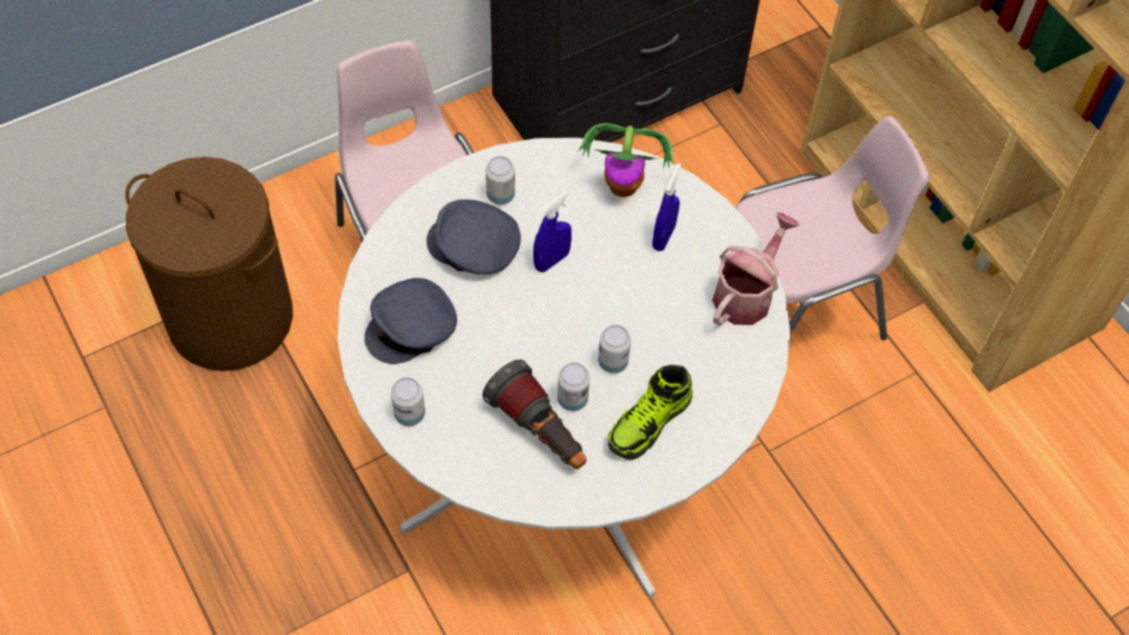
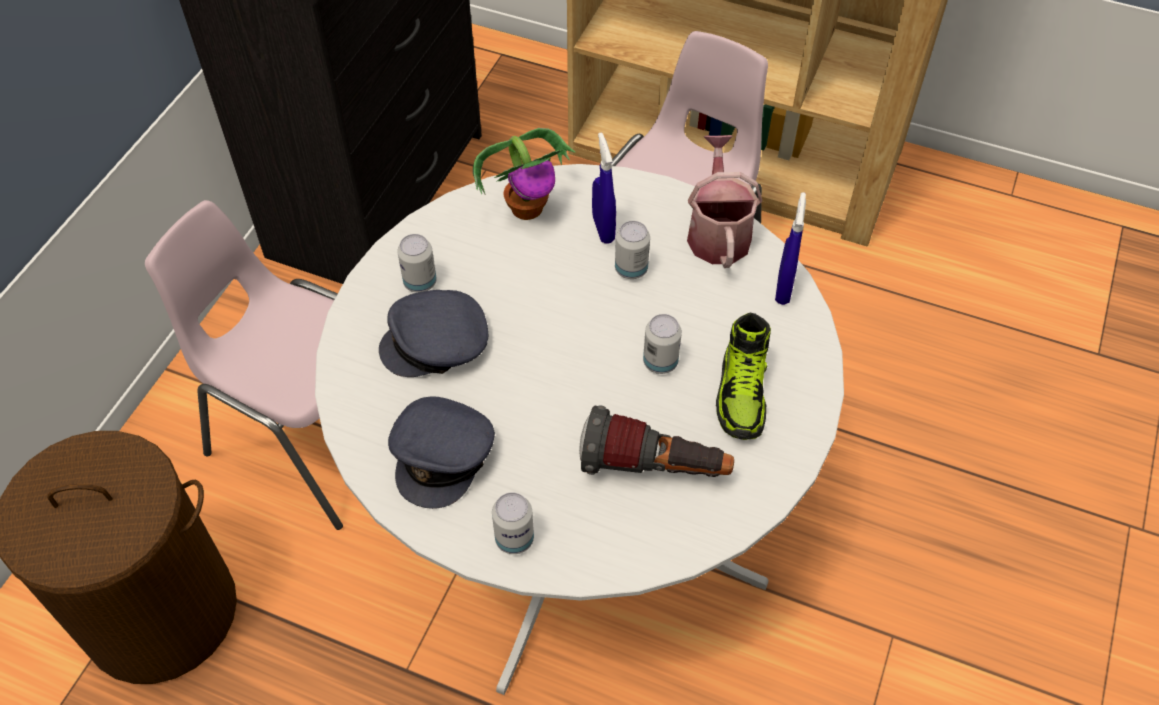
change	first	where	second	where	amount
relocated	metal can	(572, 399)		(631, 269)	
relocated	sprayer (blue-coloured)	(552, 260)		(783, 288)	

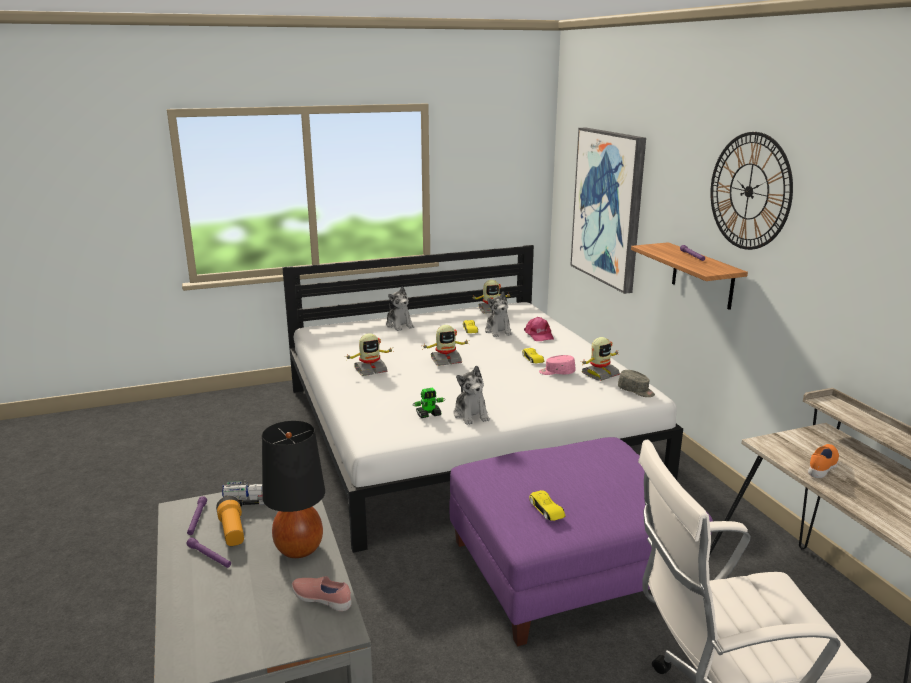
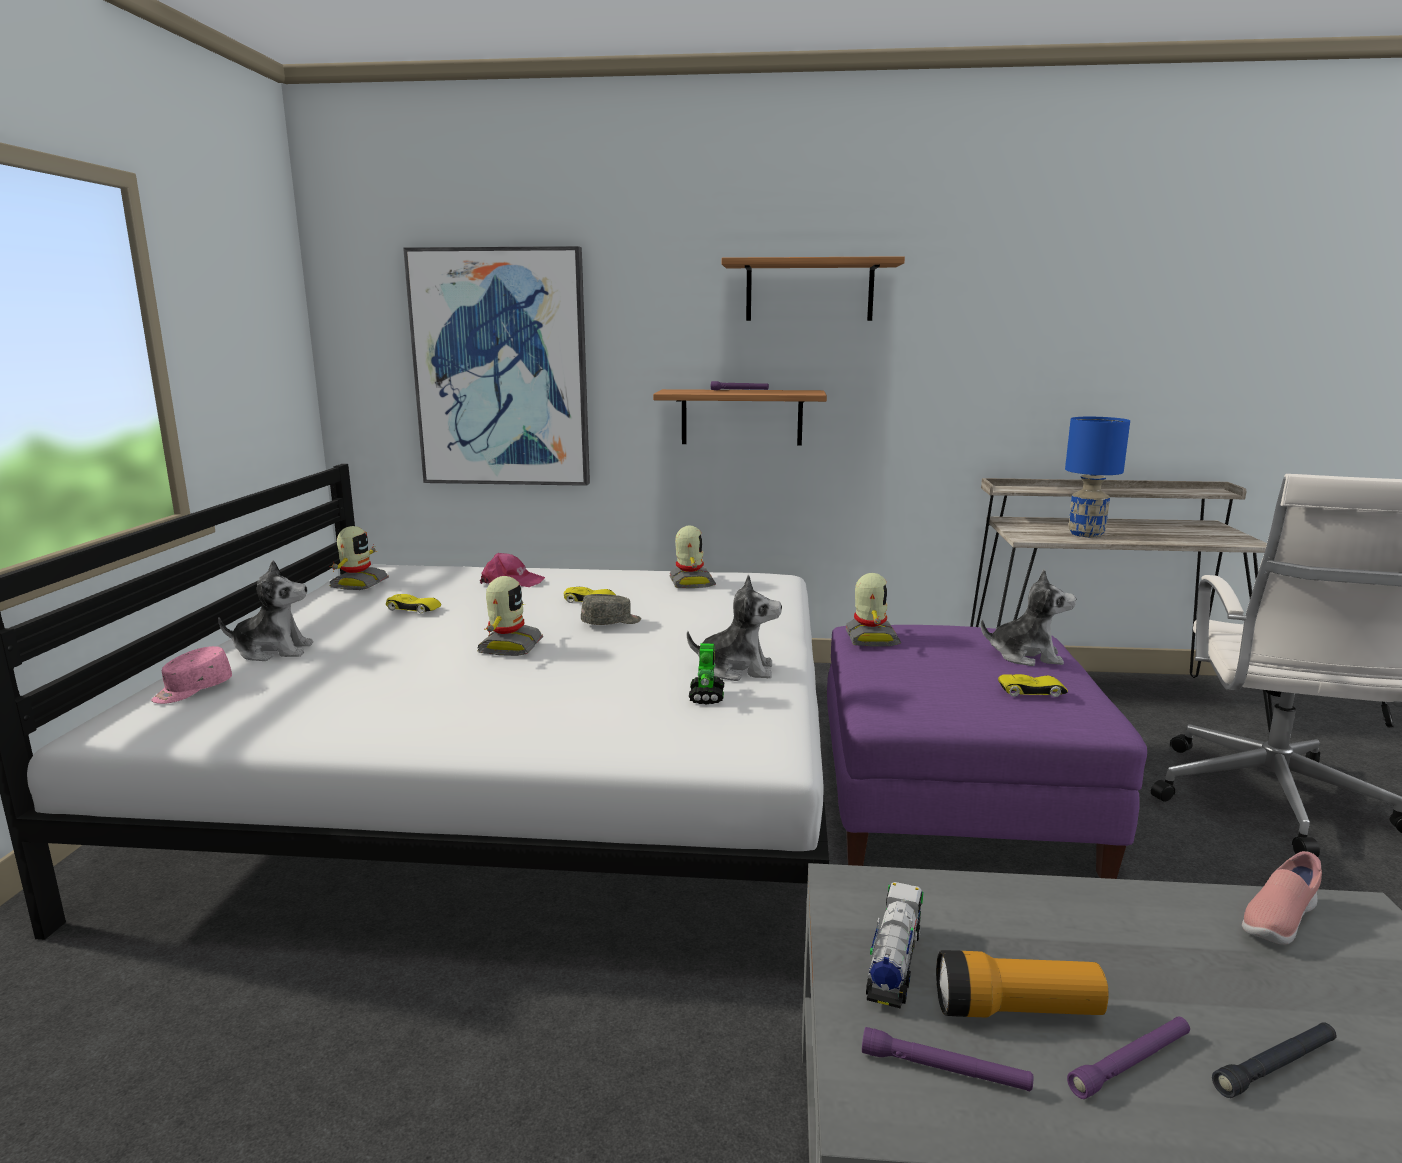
change	first	where	second	where	amount
relocated	peaked cap (pink)	(557, 372)		(192, 690)	
relocated	peaked cap (grey)	(636, 391)		(611, 622)	
exchanged	wall clock	(749, 191)	shelf	(809, 291)	
relocated	robot figure	(370, 370)		(870, 638)	
relocated	cuddly toy	(498, 331)		(1026, 656)	
exchanged	shoe (orange)	(822, 467)	lamp for a table (blue-coloured)	(1086, 534)	
appeared			torch (black)	(1275, 1066)	
missing	lamp for a table (black)	(300, 548)			

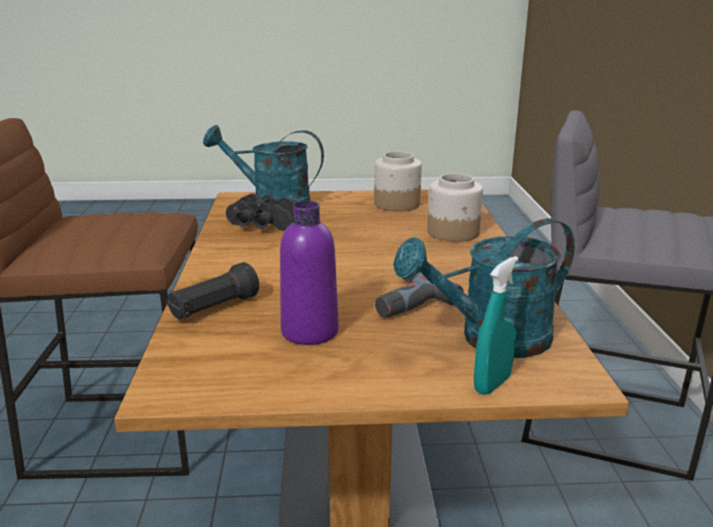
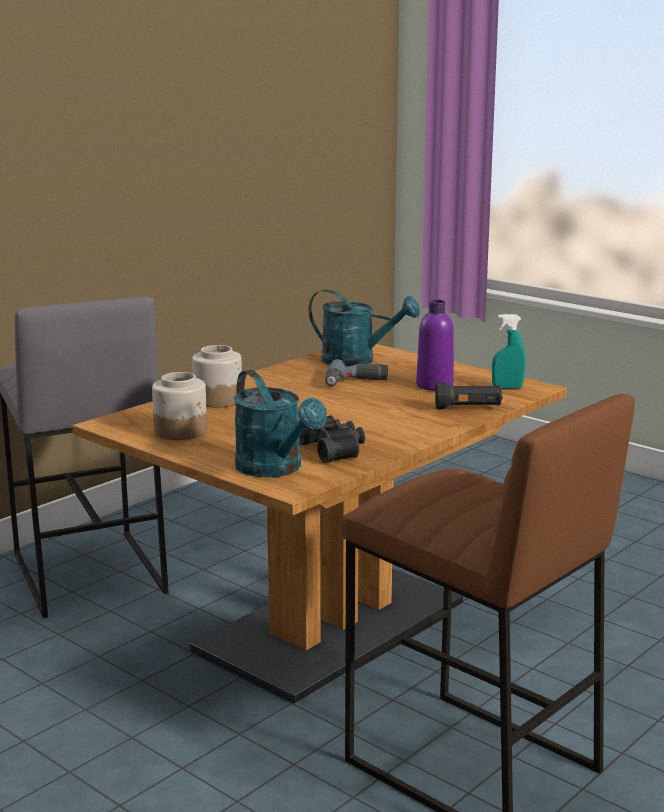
change	first	where	second	where	amount
relocated	sprayer (turquoise-coloured)	(492, 384)		(507, 387)	

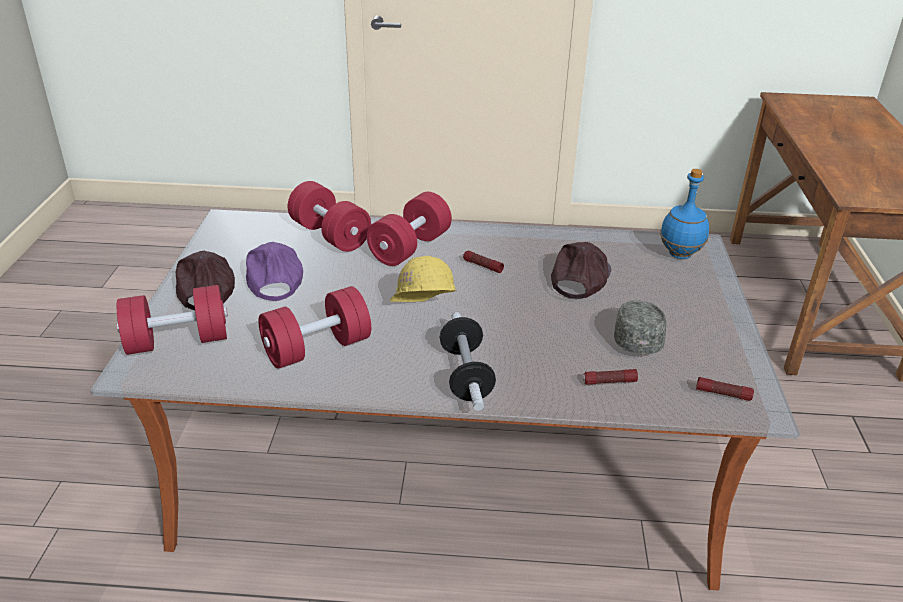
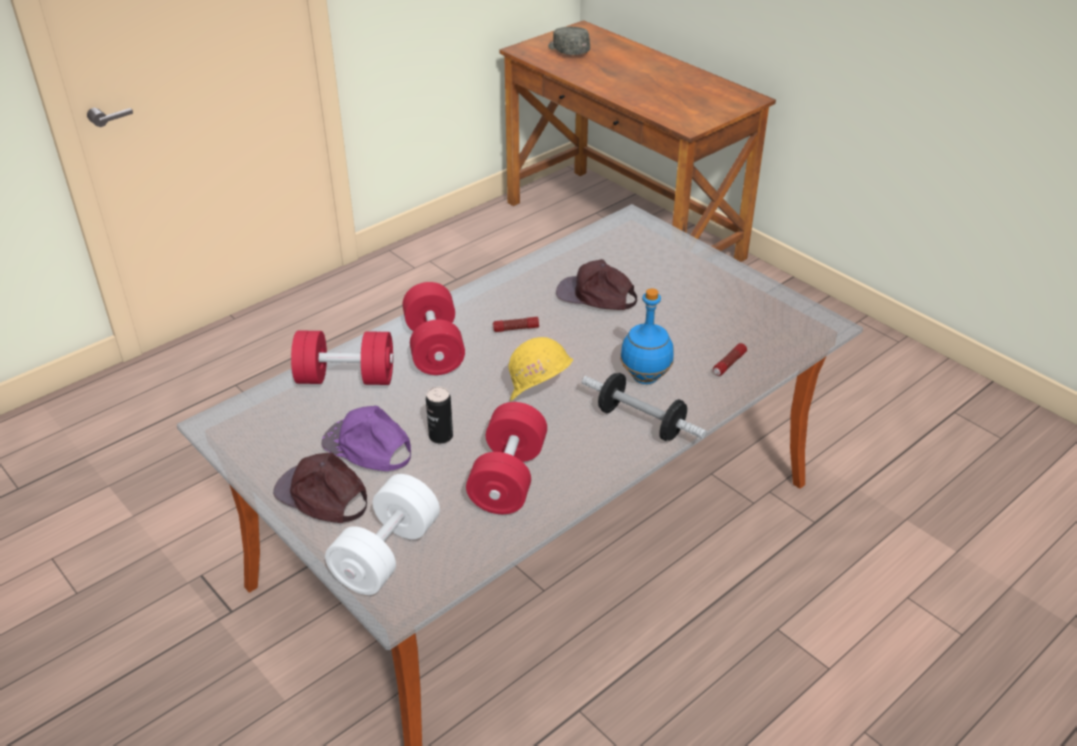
change	first	where	second	where	amount
colour	free weight (red-coloured)	(177, 341)	free weight (white-coloured)	(386, 554)	
appeared			metal can	(441, 436)	
relocated	peaked cap (grey)	(637, 337)		(567, 50)	
spun	peaked cap (brownish)	(579, 277)		(596, 296)	45 degrees counterclockwise
relocated	beverage bottle (blue-coloured)	(679, 254)		(644, 378)	
missing	torch	(723, 394)			

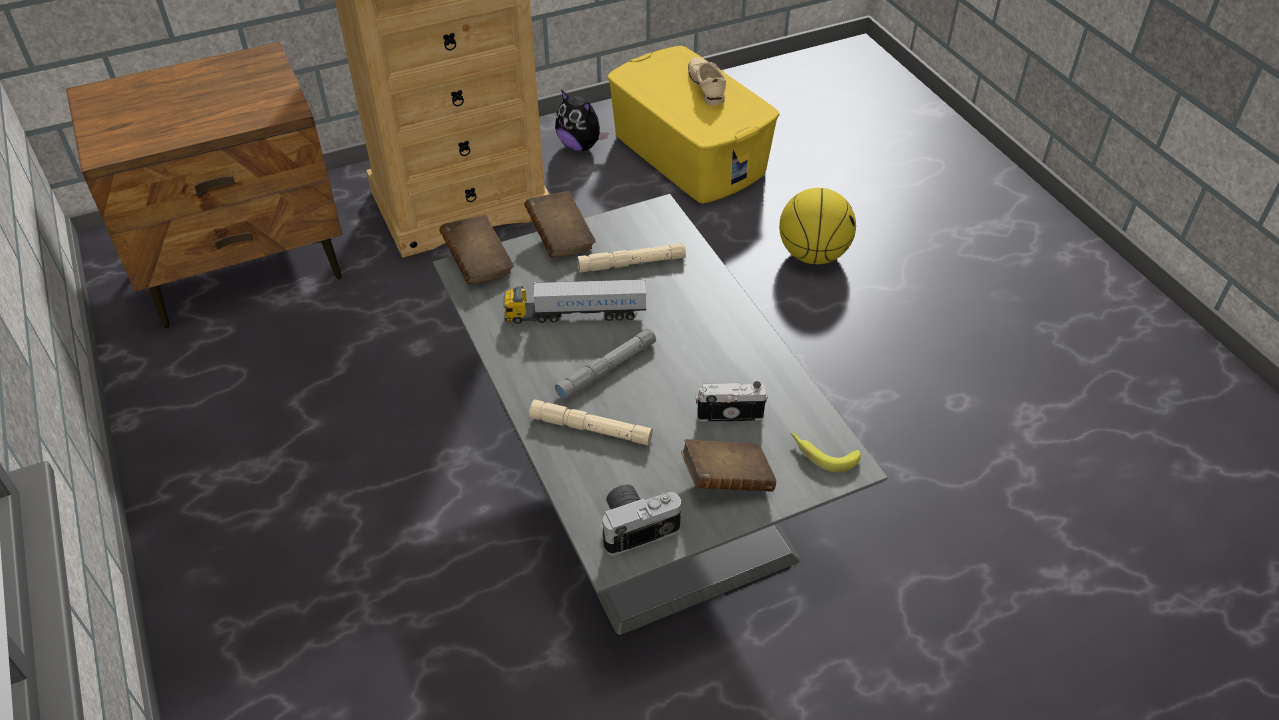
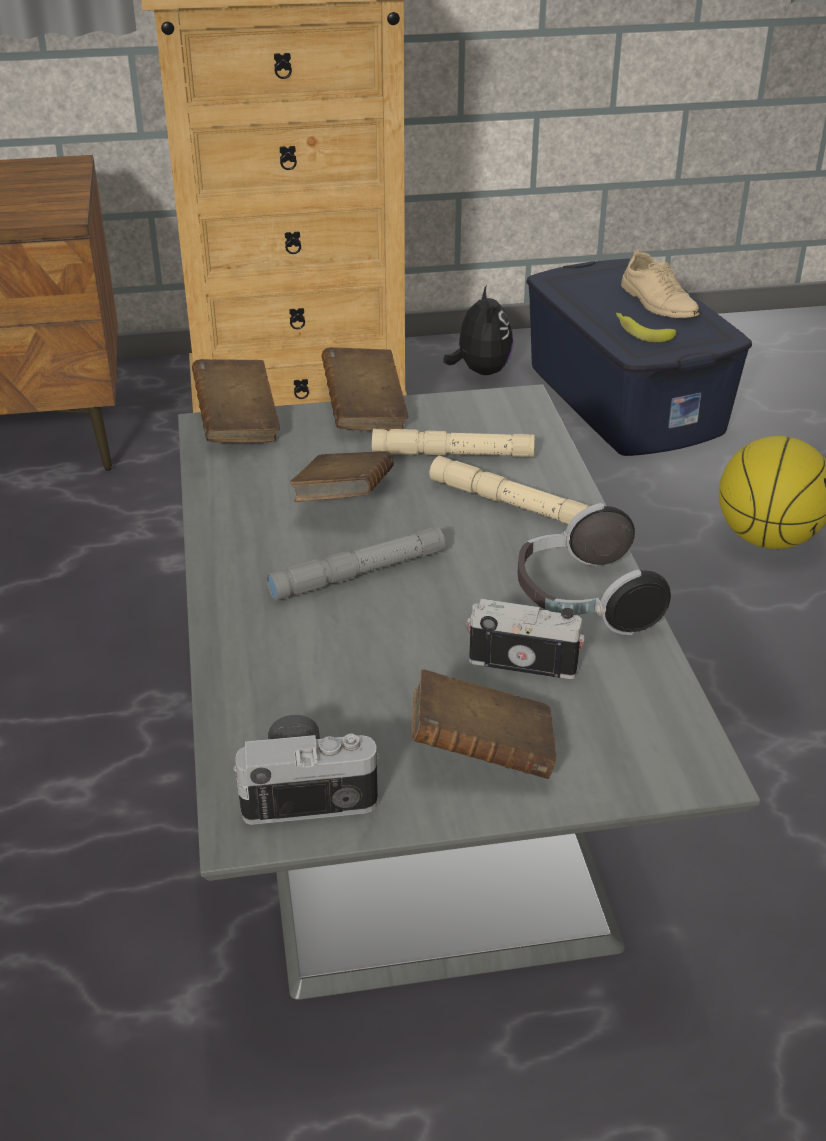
change	first	where	second	where	amount
exchanged	toy lorry	(575, 314)	volume (brownish)	(344, 501)	
relocated	torch (sand-coloured)	(591, 428)		(508, 502)	
spun	cuddly toy	(580, 146)		(480, 371)	150 degrees counterclockwise
appeared			headphones	(583, 600)	
colour	storage bin (yellowish)	(689, 153)	storage bin (blue-coloured)	(625, 398)	
relocated	banana fruit	(822, 454)		(641, 332)	
spun	shoe (sand-coloured)	(706, 86)		(658, 302)	150 degrees clockwise

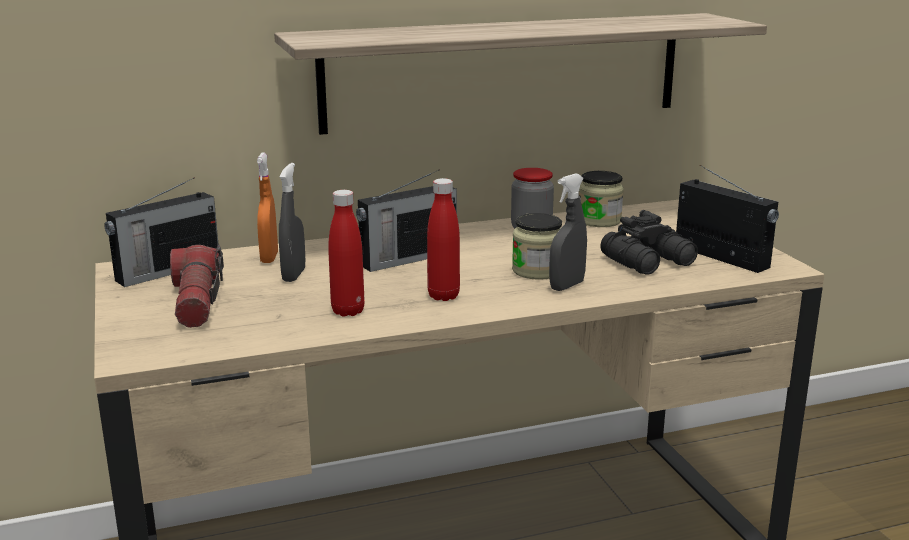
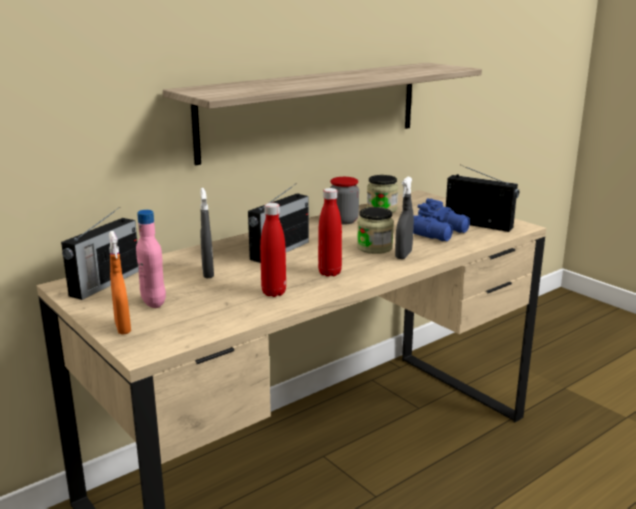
change	first	where	second	where	amount
relocated	sprayer (orange)	(269, 258)		(123, 328)	
exchanged	torch	(197, 302)	beverage bottle (pink)	(153, 302)	
colour	binoculars (black)	(650, 261)	binoculars (blue-coloured)	(439, 233)	

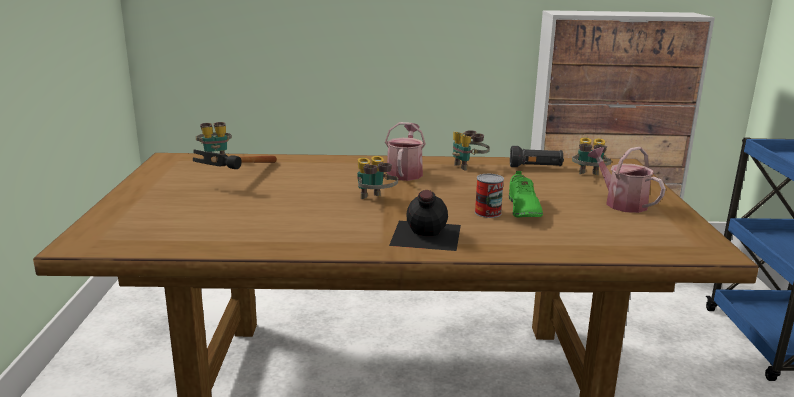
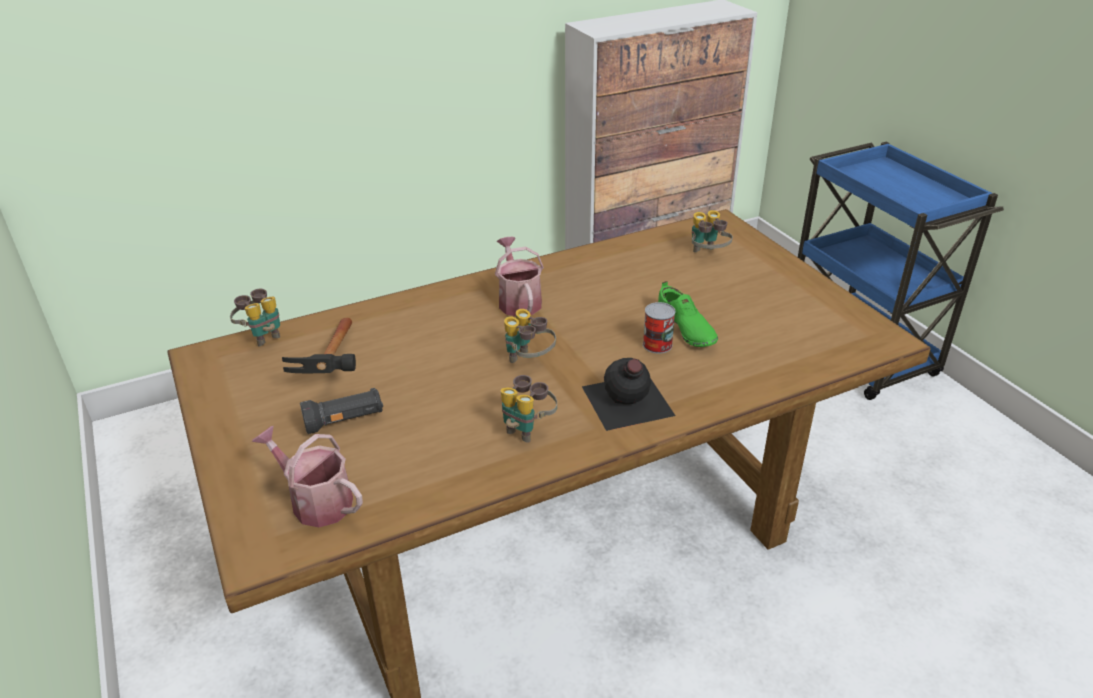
change	first	where	second	where	amount
relocated	sprinkling can	(621, 203)		(316, 501)	
relocated	torch (black)	(535, 167)		(345, 421)	
relocated	binoculars	(468, 166)		(527, 428)	

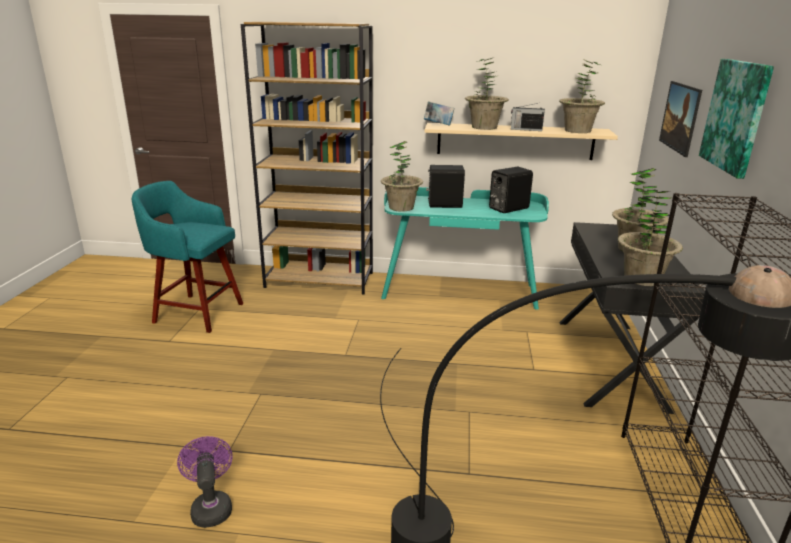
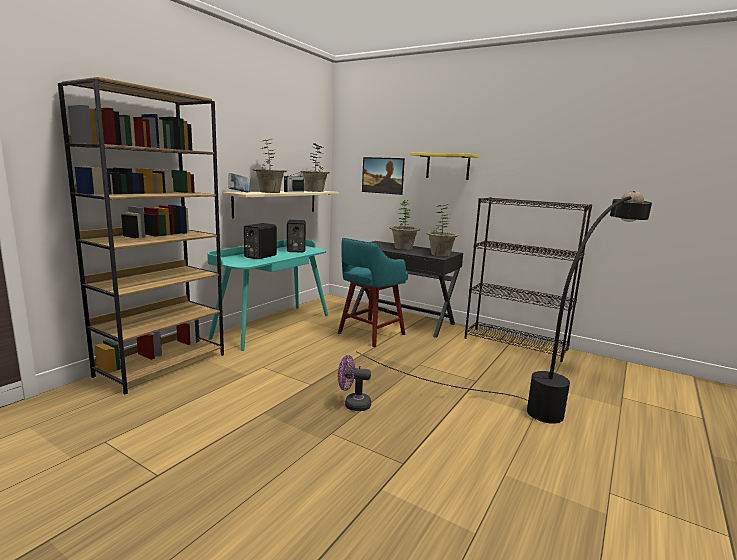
change	first	where	second	where	amount
relocated	stool (turquoise-coloured)	(196, 312)		(369, 334)	
relocated	electric fan (purple)	(211, 507)		(353, 404)	
exchanged	wall art	(736, 116)	shelf (yellowish)	(447, 166)	
missing	potted plant	(401, 207)			

